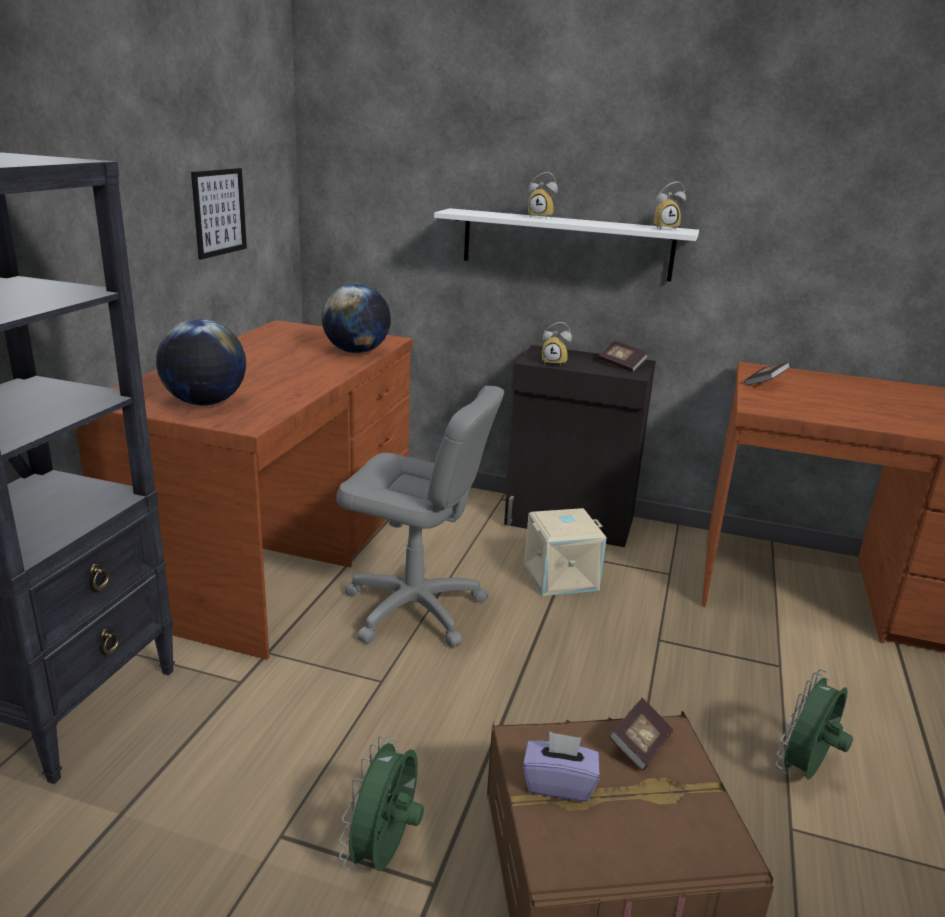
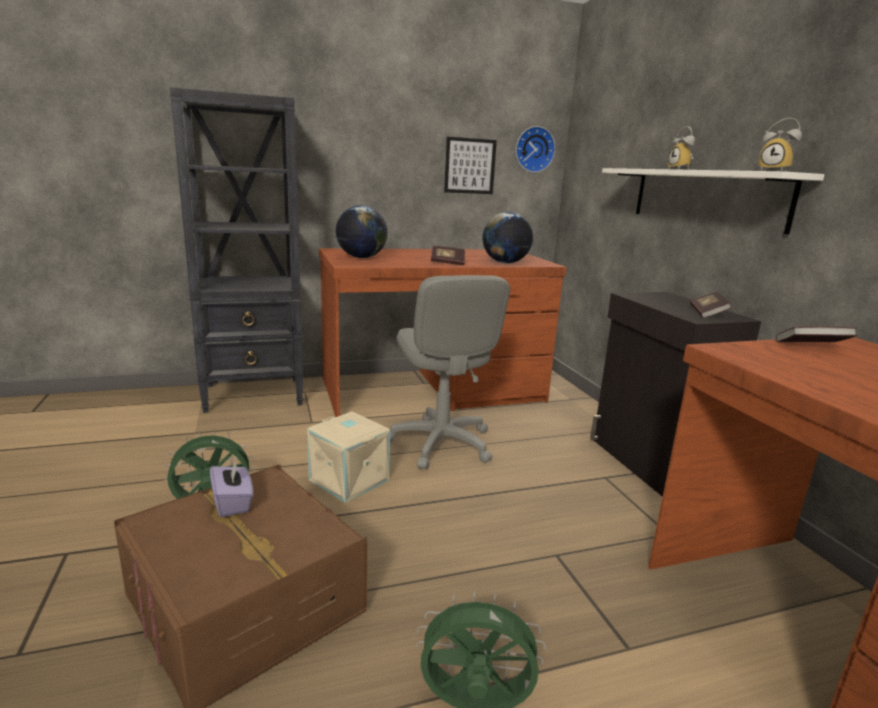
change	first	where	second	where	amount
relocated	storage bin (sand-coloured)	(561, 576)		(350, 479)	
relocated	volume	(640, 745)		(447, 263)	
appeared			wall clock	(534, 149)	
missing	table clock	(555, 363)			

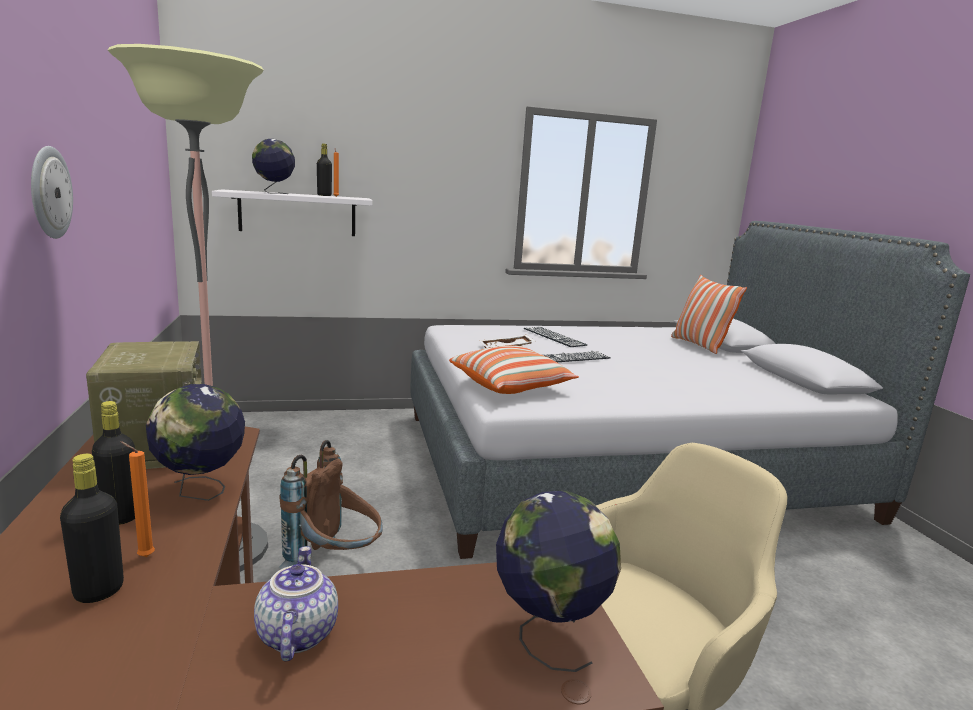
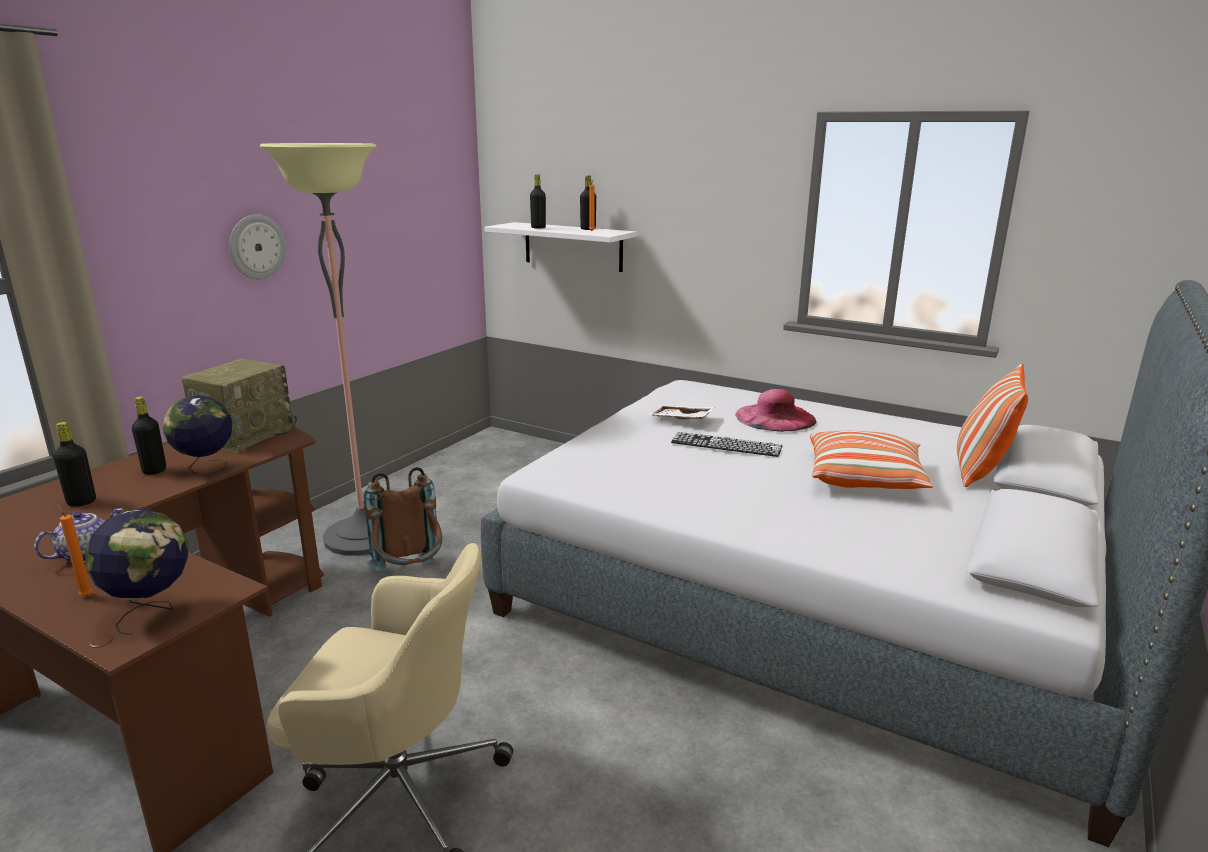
change	first	where	second	where	amount
relocated	wax candle (orange)	(143, 557)		(86, 595)	
exchanged	globe	(274, 193)	beverage bottle (black)	(538, 228)	
exchanged	computer keyboard	(554, 337)	hat (pink)	(775, 417)	
relocated	cushion	(511, 385)		(864, 479)	

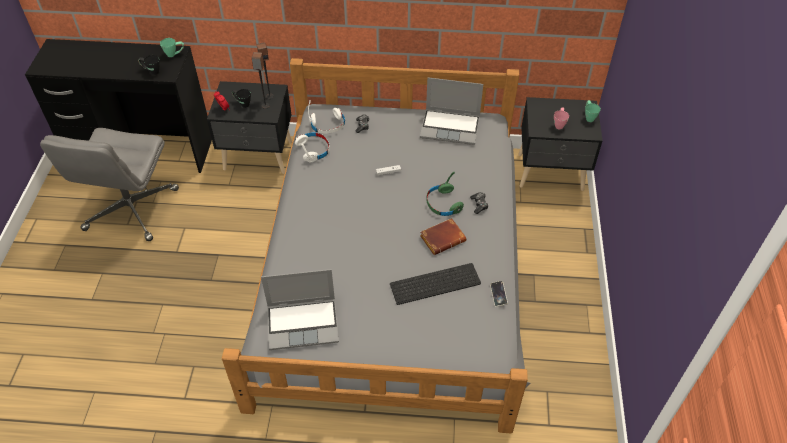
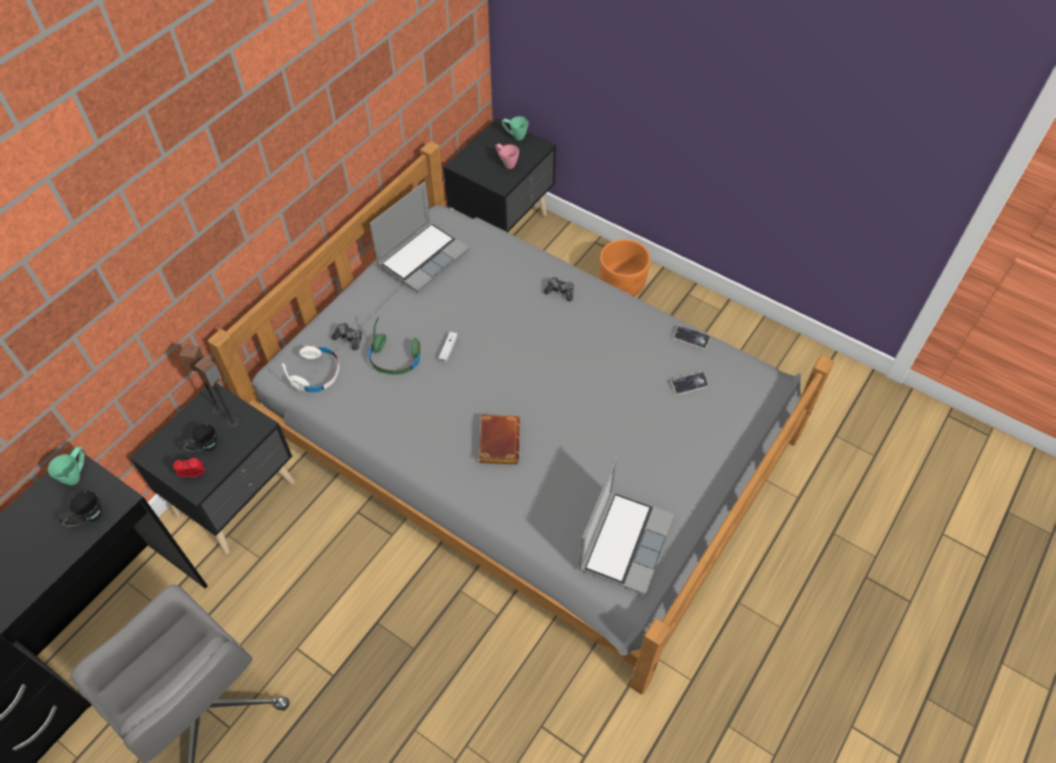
change	first	where	second	where	amount
relocated	headphones (greenish)	(443, 204)		(395, 359)	
relocated	volume (brownish)	(443, 238)		(497, 441)	
appeared			plant pot (orange)	(622, 285)	
appeared			handset	(689, 384)	
missing	headphones (white-coloured)	(313, 150)			
missing	computer keyboard	(435, 282)			

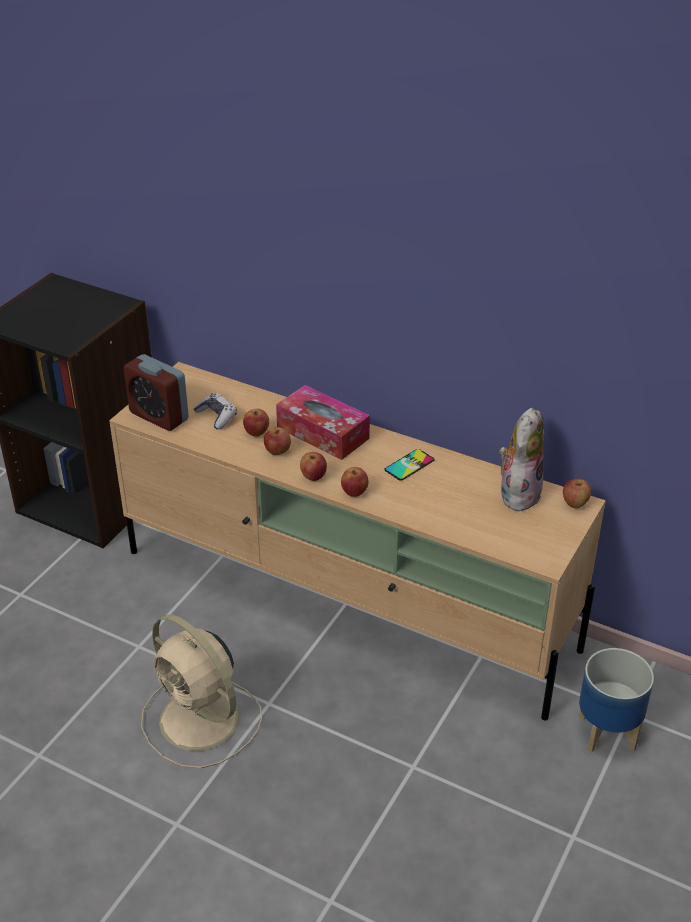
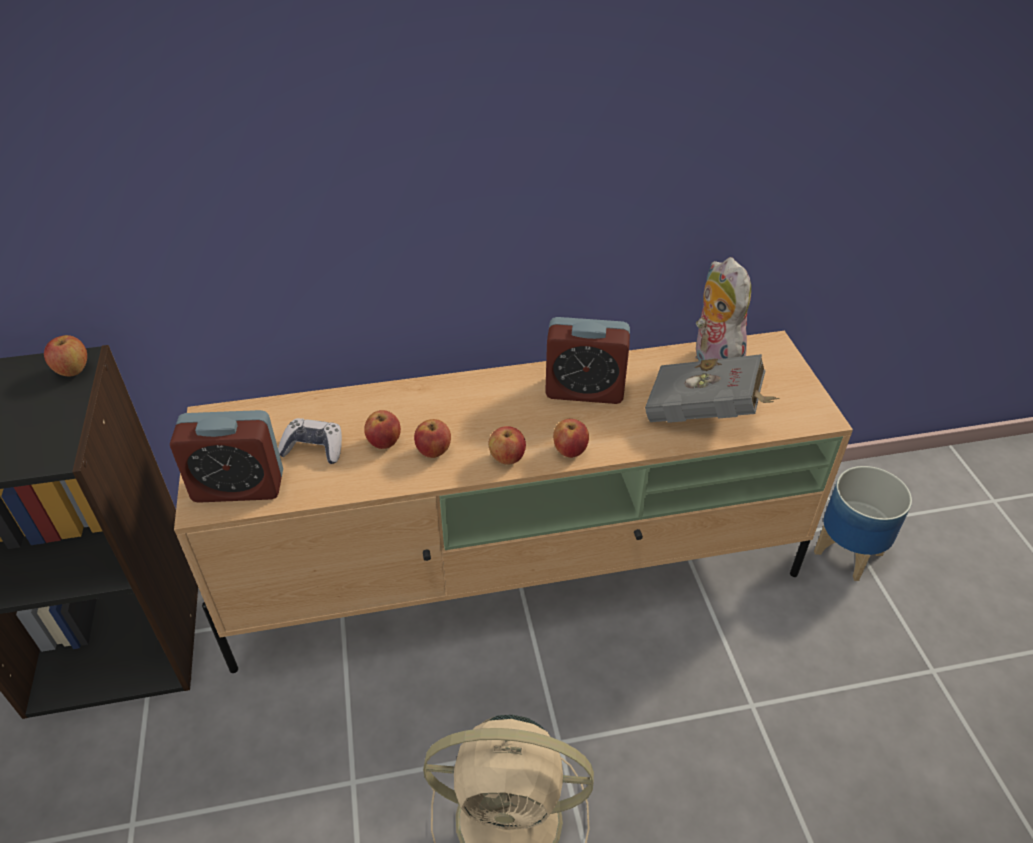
change	first	where	second	where	amount
relocated	apple	(574, 503)		(72, 370)	
exchanged	handset	(409, 465)	table clock	(584, 390)	
appeared			volume (grey)	(706, 414)	
missing	tissue holder	(323, 433)			

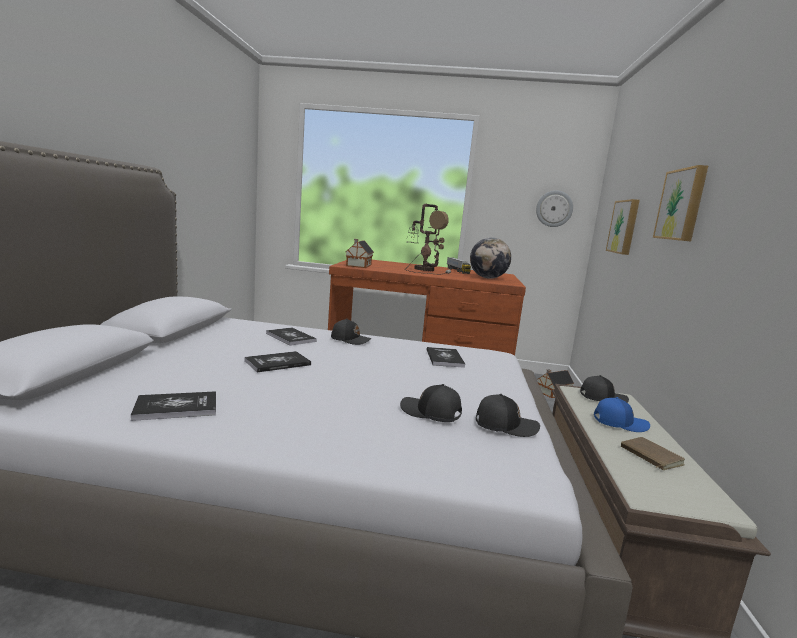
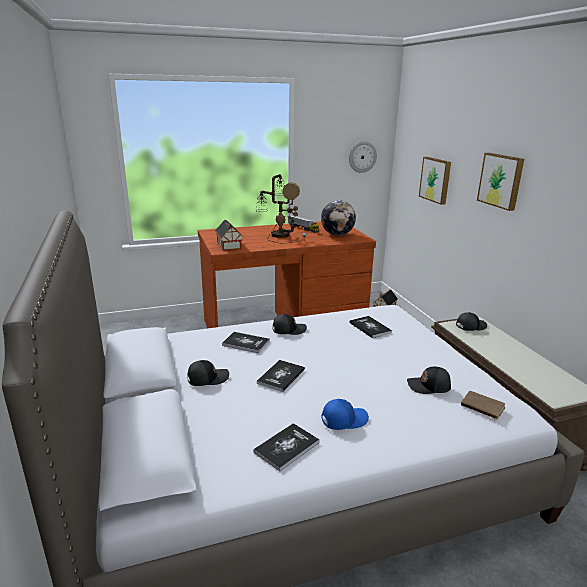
change	first	where	second	where	amount
relocated	peaked cap (black)	(505, 425)		(207, 378)	
relocated	peaked cap (blue-coloured)	(619, 423)		(343, 419)	
relocated	volume (brownish)	(649, 456)		(482, 407)	

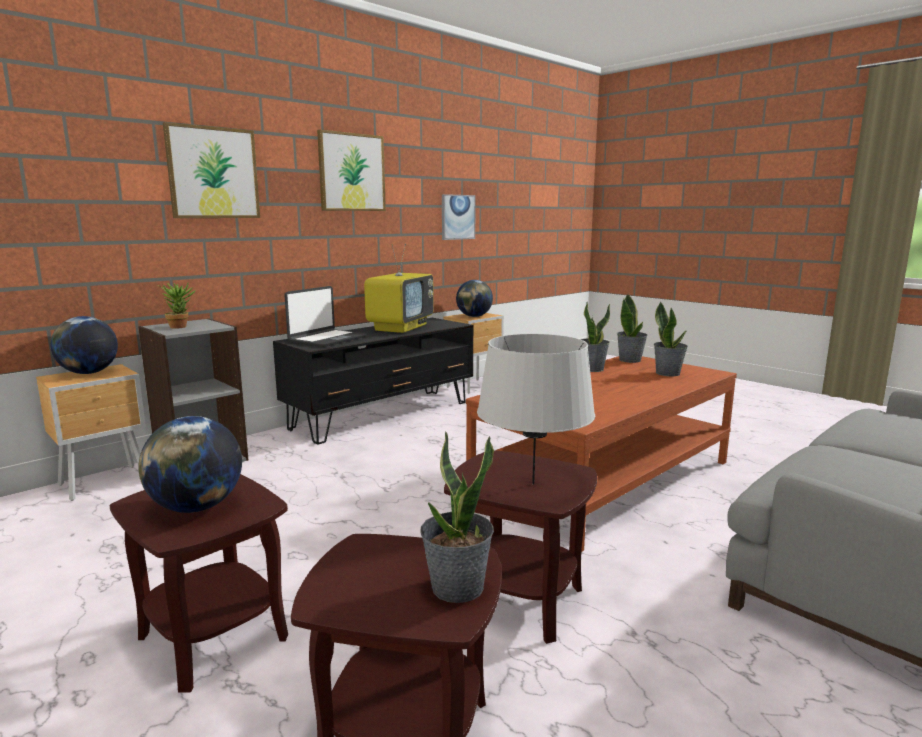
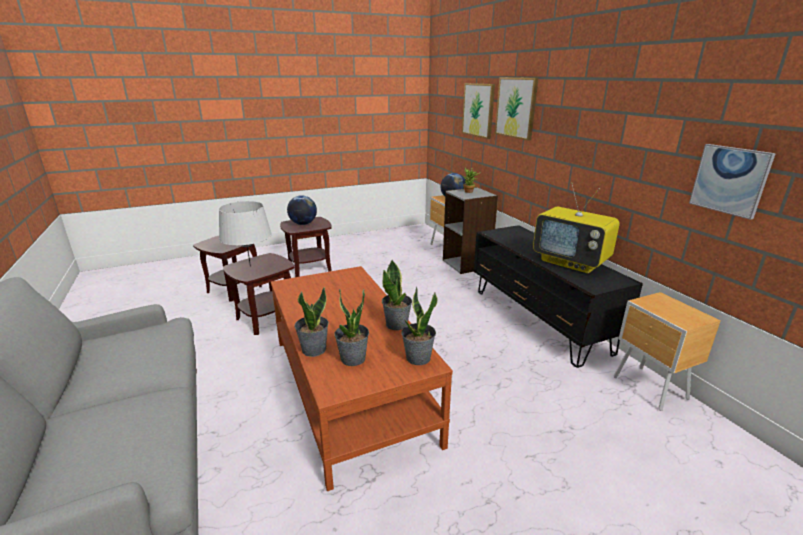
change	first	where	second	where	amount
relocated	potted plant	(457, 588)		(313, 349)	
relocated	wall art	(351, 172)		(478, 110)	
missing	laptop	(327, 339)			
missing	globe	(474, 316)			

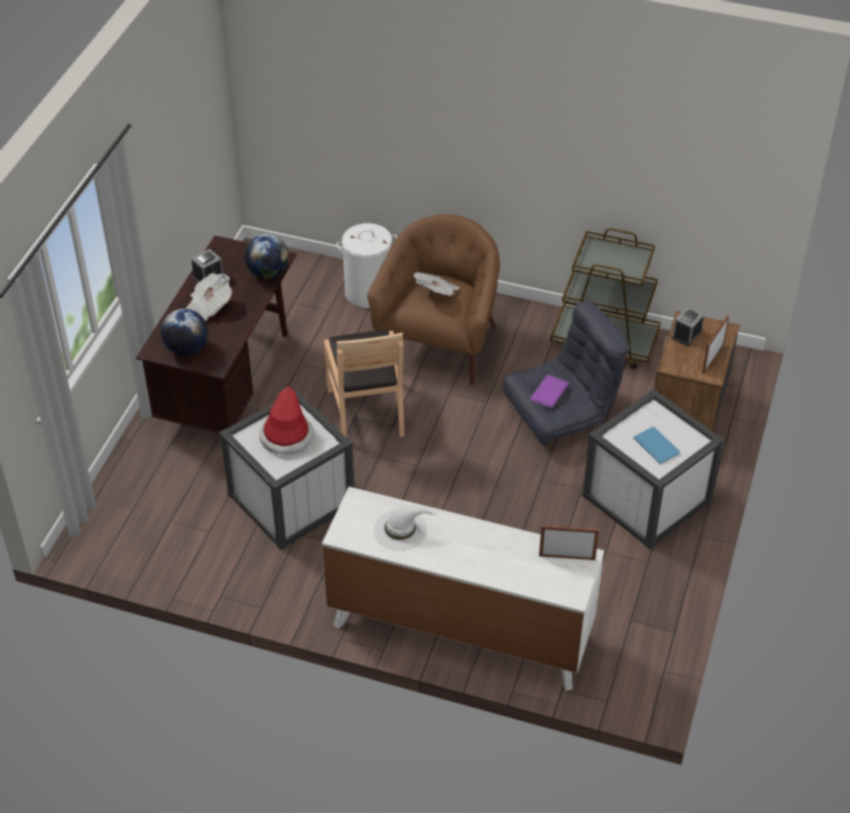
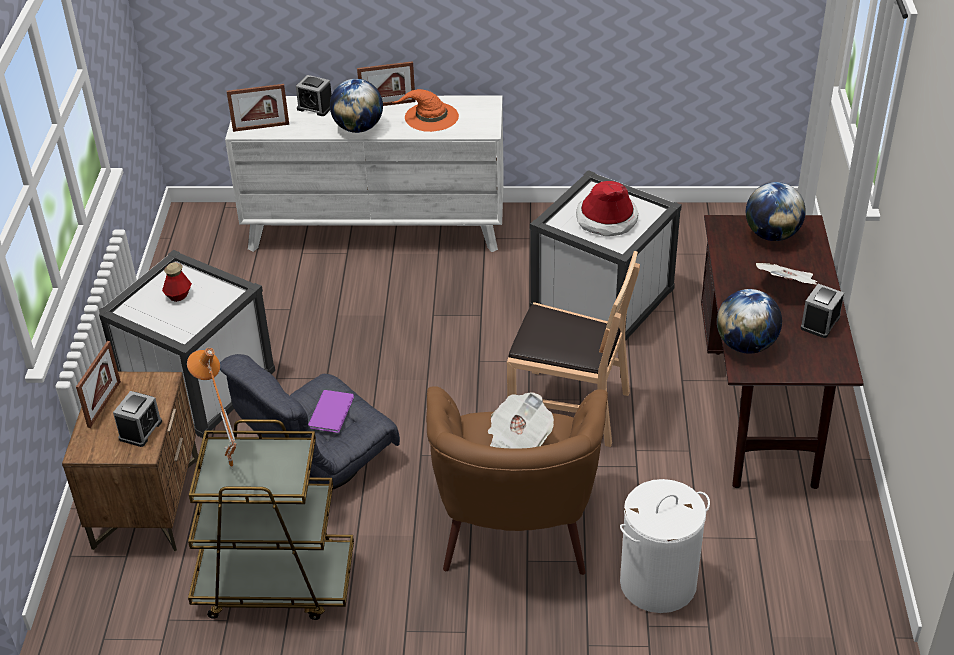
change	first	where	second	where	amount
exchanged	volume (blue-coloured)	(656, 445)	beverage bottle	(178, 295)	
appeared			lamp for a table (orange)	(229, 468)	
appeared			table clock	(315, 107)	
appeared			globe	(358, 128)	
appeared			photo frame	(388, 104)	
colour	hat (white-coloured)	(401, 529)	hat (orange)	(430, 117)	
spun	chair (brownish)	(366, 411)		(569, 408)	135 degrees clockwise

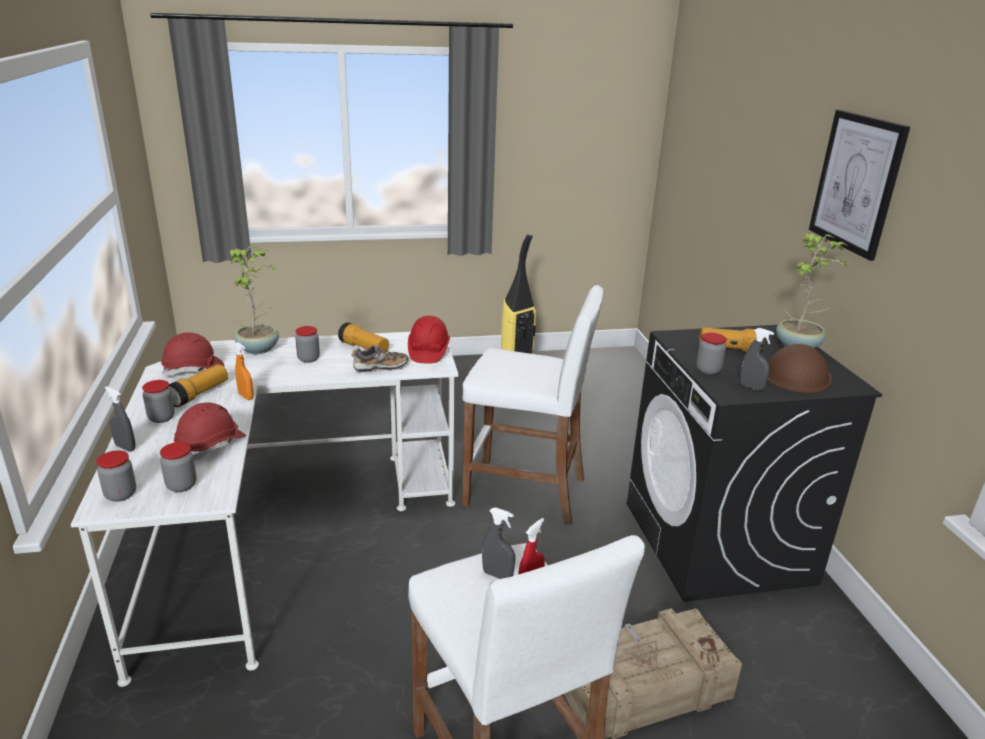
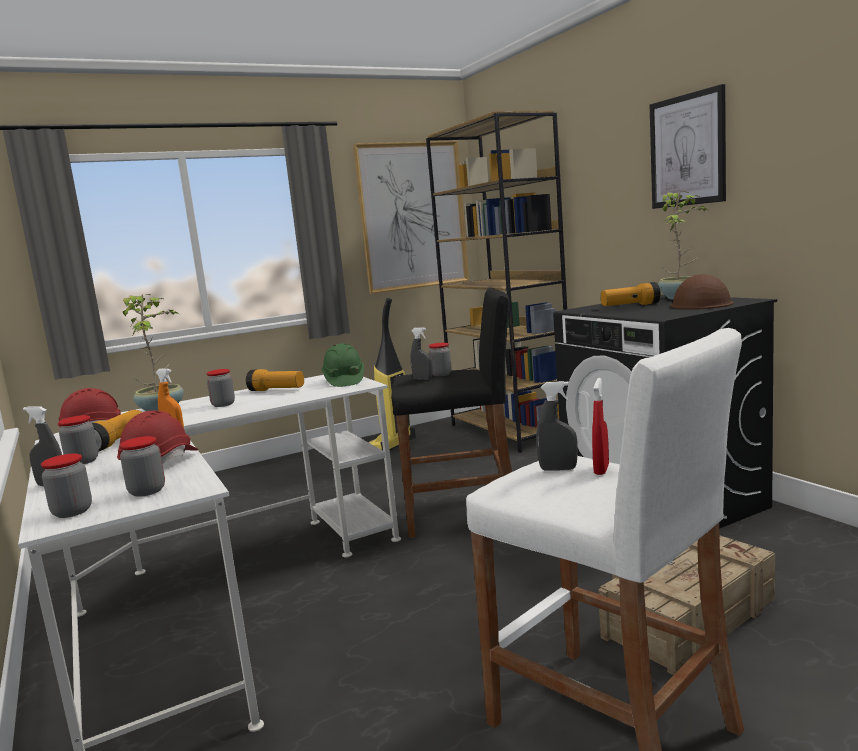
change	first	where	second	where	amount
colour	safety helmet (red-coloured)	(428, 352)	safety helmet (greenish)	(344, 381)	
appeared			wall art	(413, 216)	
colour	stool (white-coloured)	(525, 491)	stool (black)	(464, 514)	
relocated	sprayer (grey)	(751, 387)		(422, 379)	
appeared			bookcase (brownish)	(510, 431)	
relocated	storage jar	(708, 370)		(441, 374)	
missing	shoe	(380, 368)			

